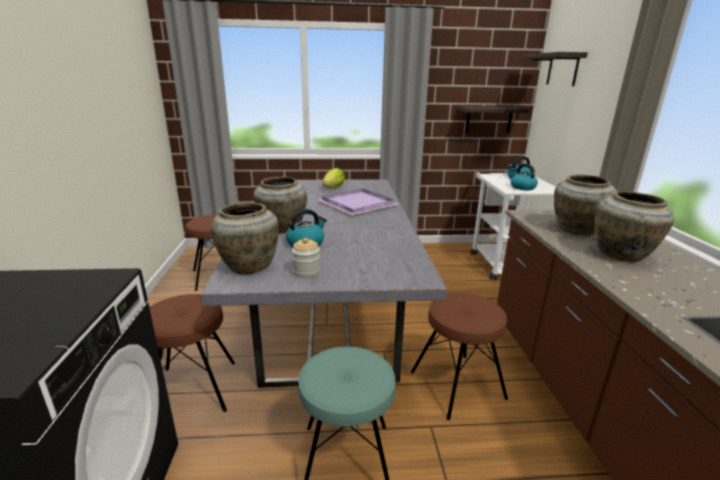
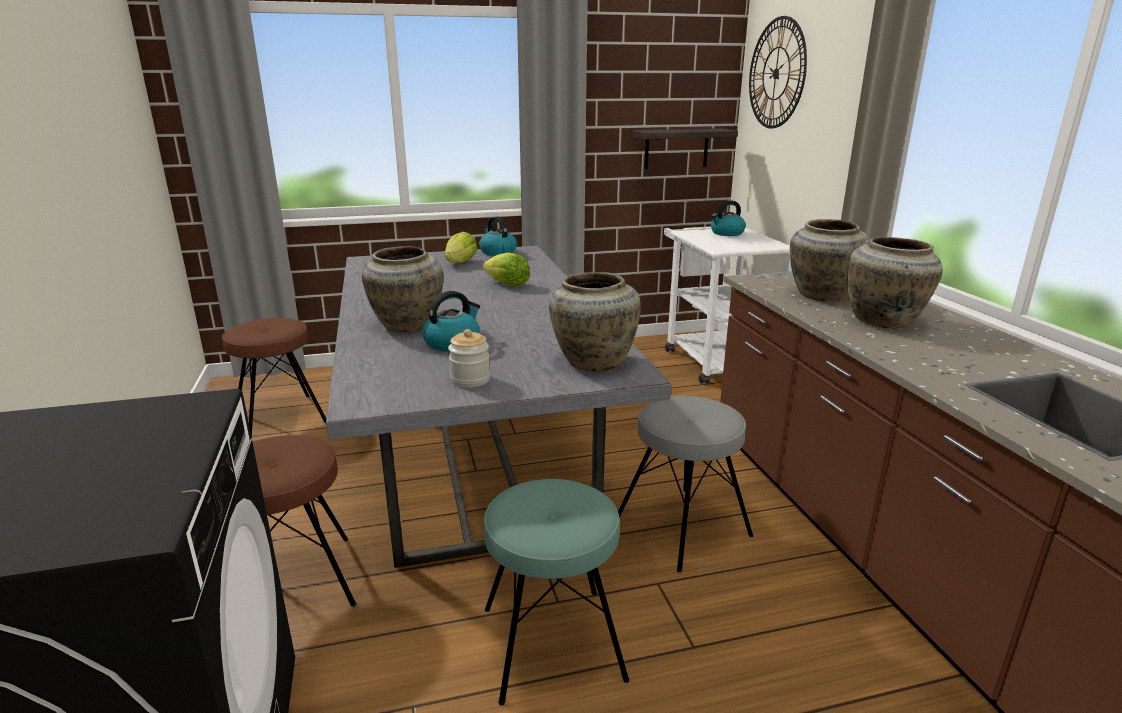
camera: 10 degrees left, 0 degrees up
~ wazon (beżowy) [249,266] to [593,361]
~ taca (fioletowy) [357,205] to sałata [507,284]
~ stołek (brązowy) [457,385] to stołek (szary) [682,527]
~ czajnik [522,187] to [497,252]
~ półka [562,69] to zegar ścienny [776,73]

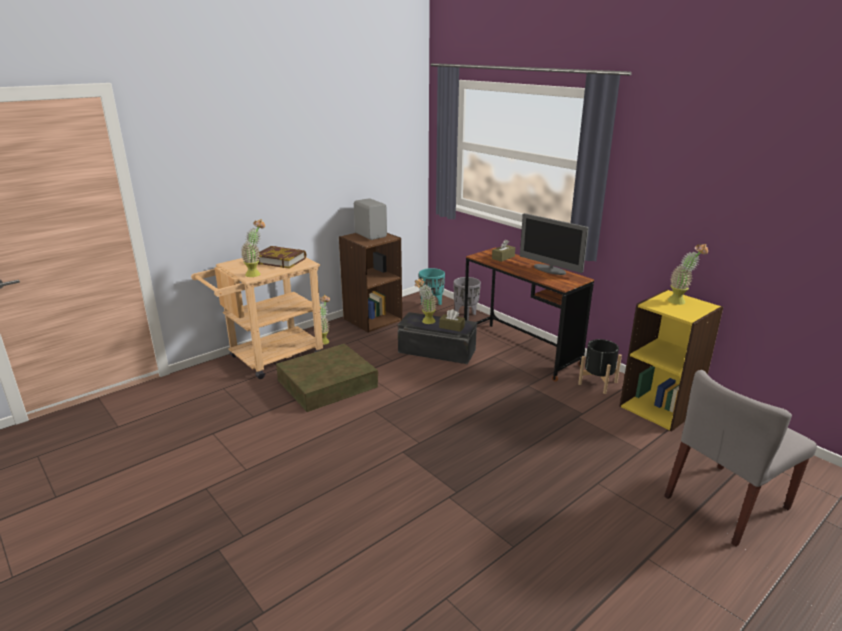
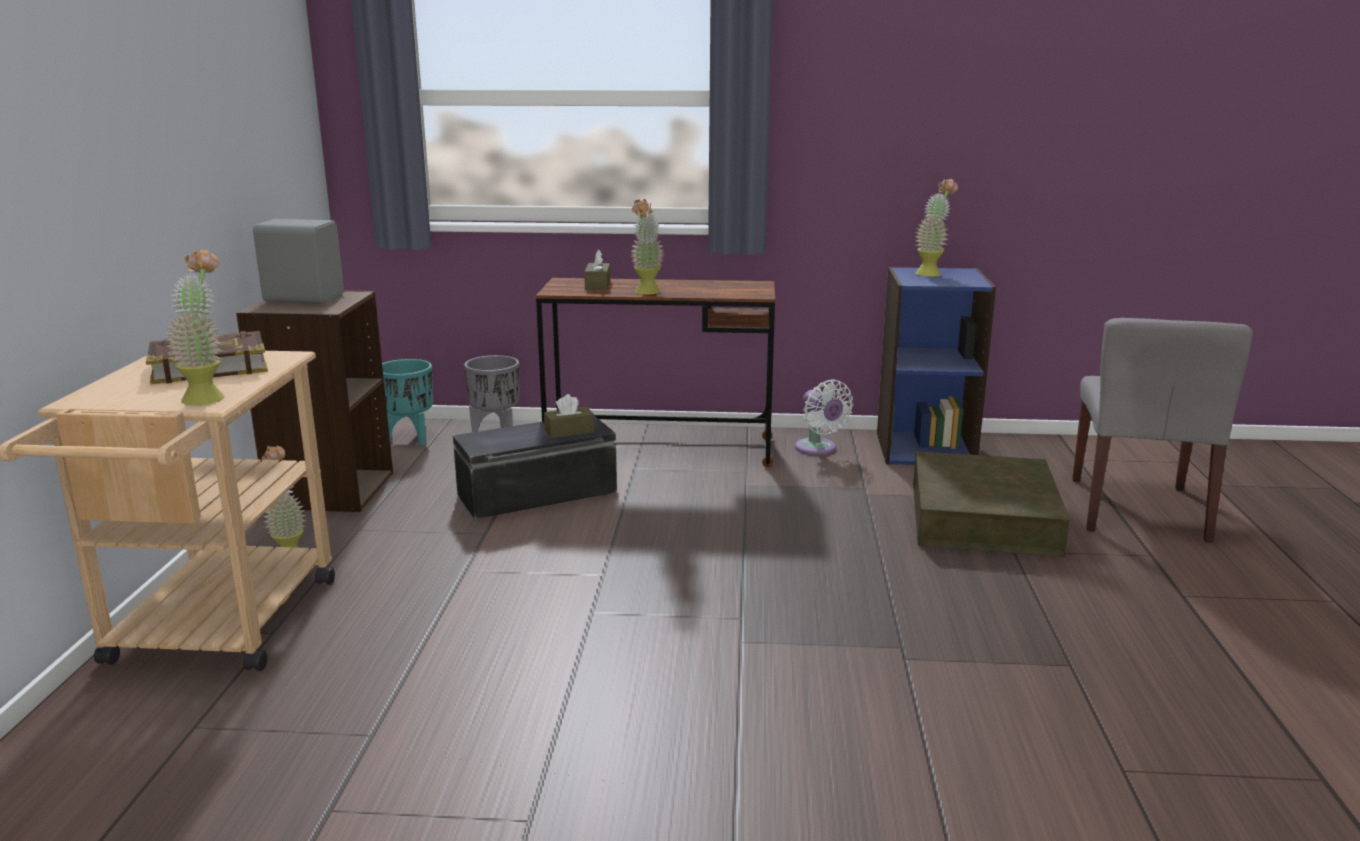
camera: 45 degrees left, 5 degrees down
~ pojemnik do przechowywania (brązowy) [327,383] to [982,517]
~ roślina doniczkowa [425,322] to [646,293]
- monitor [550,270]
~ donica (czarny) [597,383] to wentylator (biały) [818,449]
~ regał (żółty) [659,408] to regał (niebieski) [925,449]

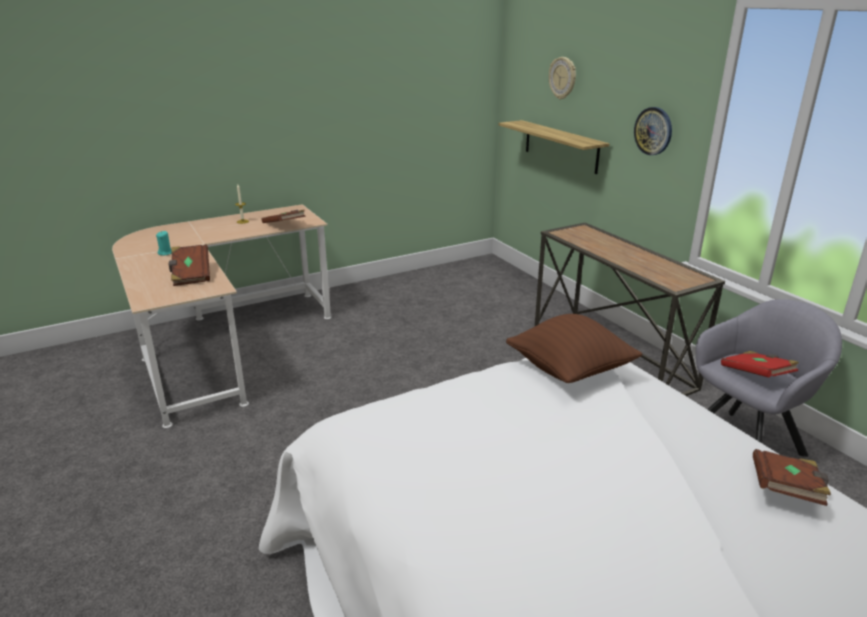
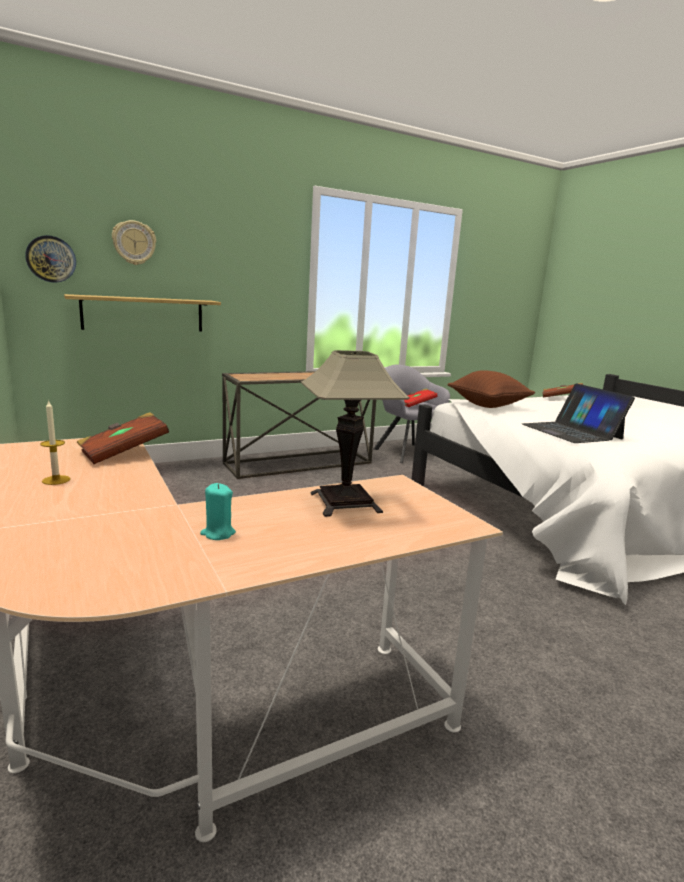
camera: 90 degrees left, 10 degrees down
~ książka (brązowy) [191,275] to lampa stołowa [345,502]
~ zegar ścienny [653,131] to [51,259]
+ laptop [571,431]

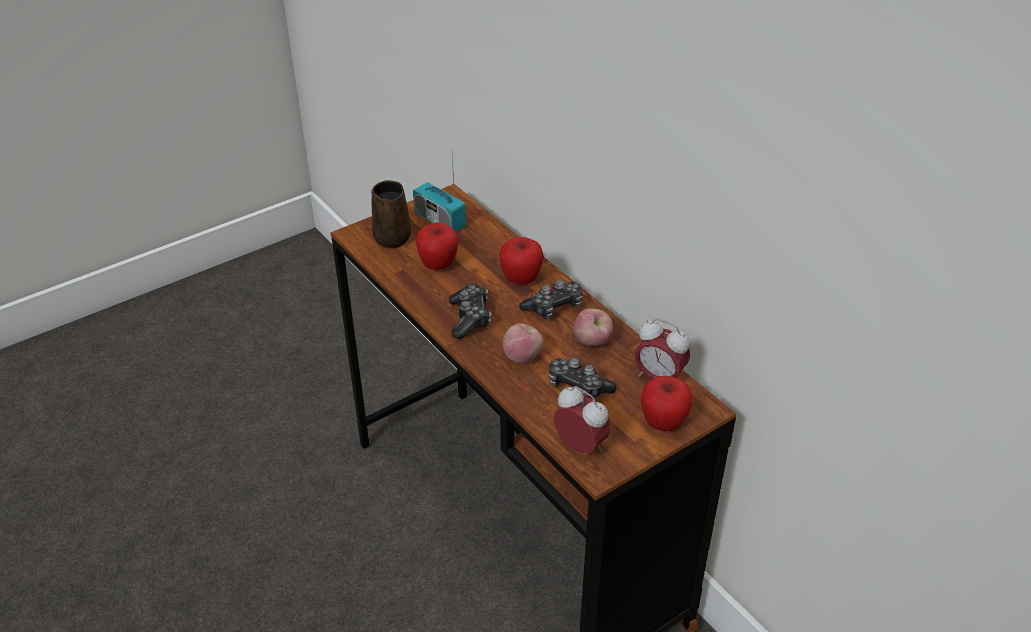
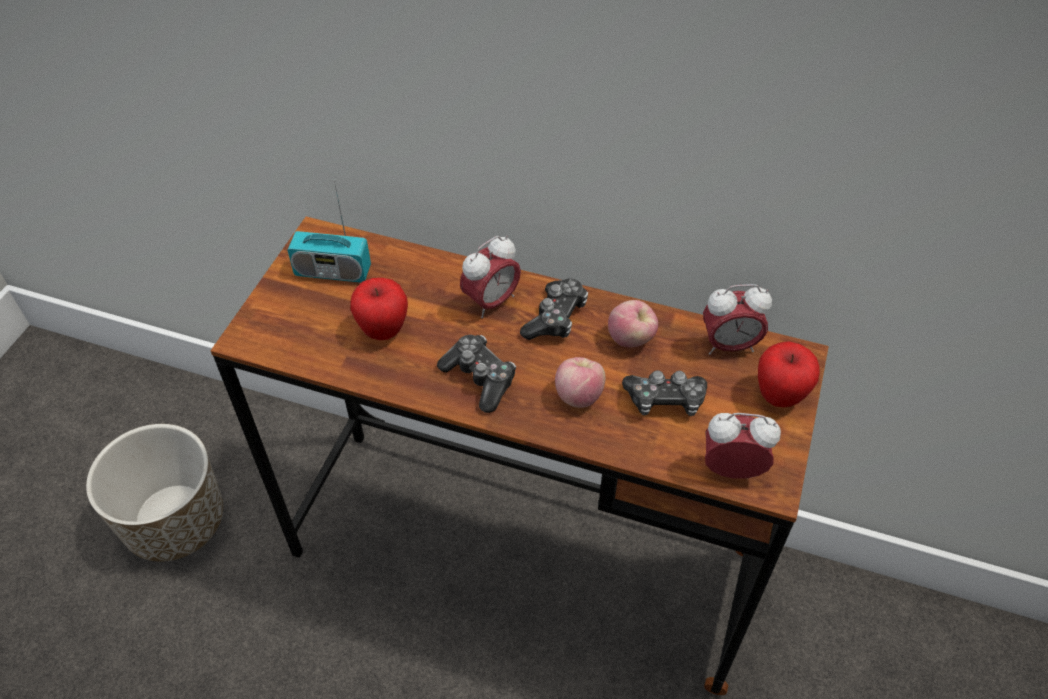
camera: 35 degrees left, 10 degrees up
- kubek (brązowy) [392,237]
~ jabłko [521,280] to budzik [491,302]
+ donica [175,521]

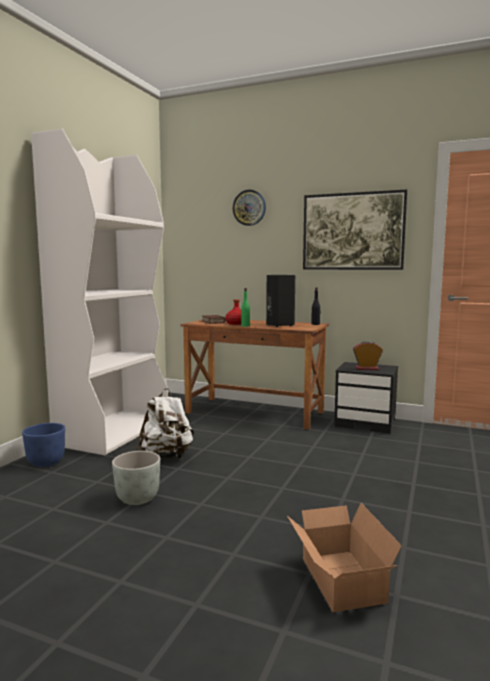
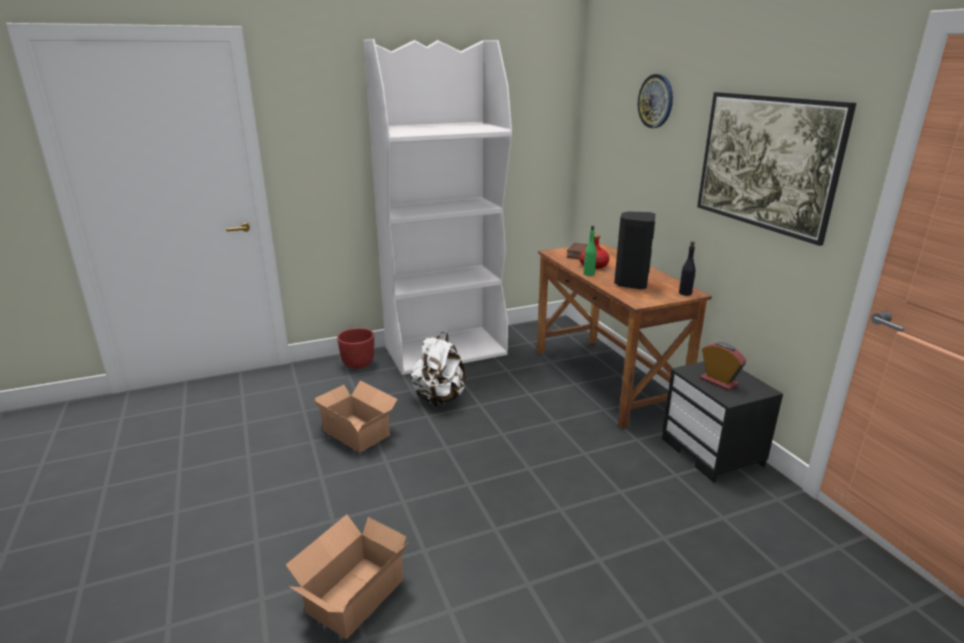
camera: 45 degrees right, 15 degrees up
~ donica (niebieski) [46,462] to donica (czerwony) [358,364]
~ donica (szary) [137,499] to karton [357,431]

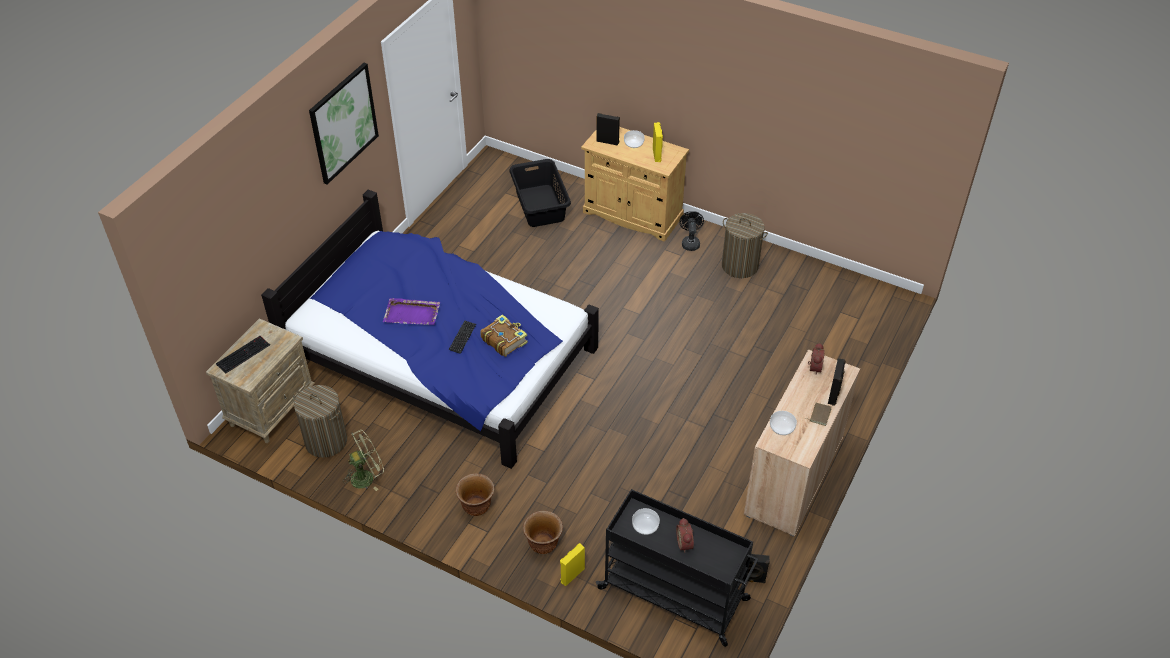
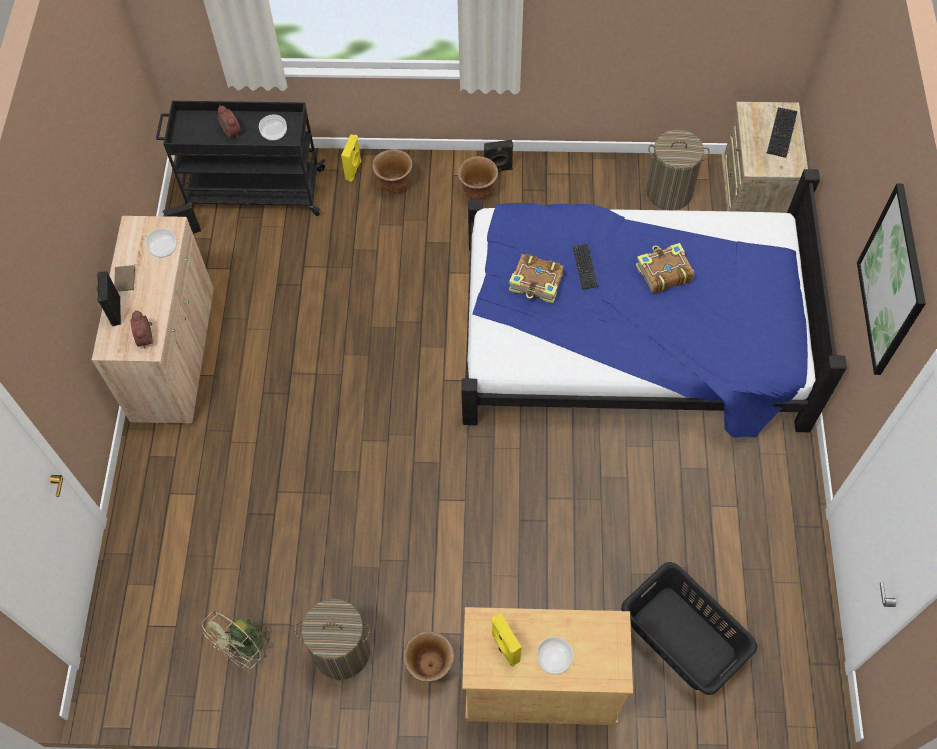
camera: 155 degrees right, 15 degrees up
~ wentylator (zielony) [367,476] to [245,648]
~ taca (fioletowy) [412,313] to książka [663,273]
~ głośnik (czarny) [607,141] to [498,169]
~ wentylator (czarny) [690,242] to donica (brązowy) [430,666]

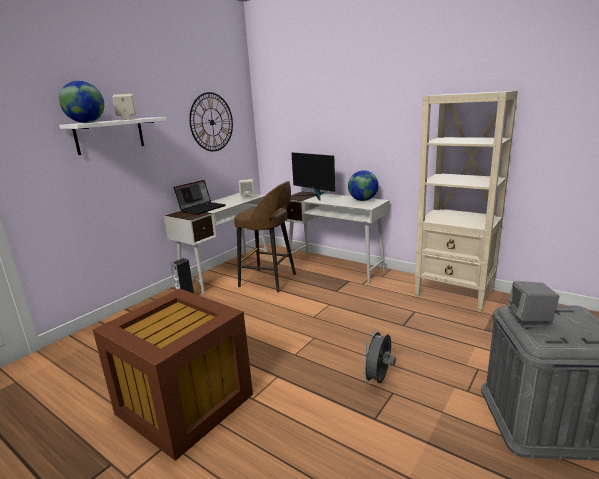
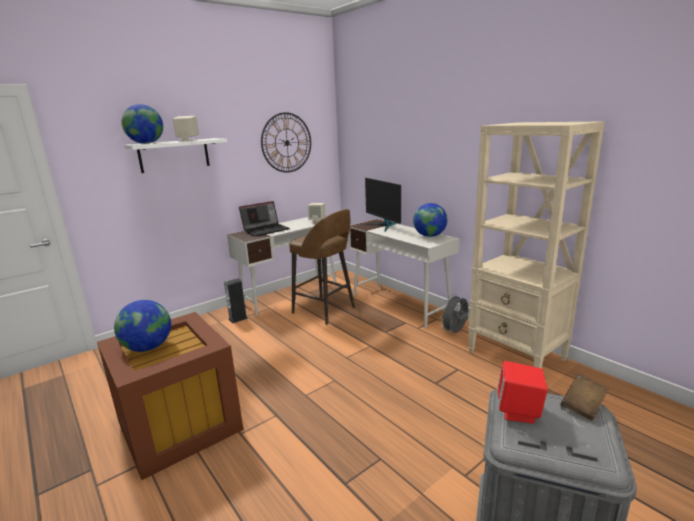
camera: 15 degrees right, 0 degrees up
~ wentylator (szary) [378,380] to [455,332]
~ głośnik (szary) [529,321] to głośnik (czerwony) [519,412]
+ globus [148,348]
+ książka (brązowy) [583,406]

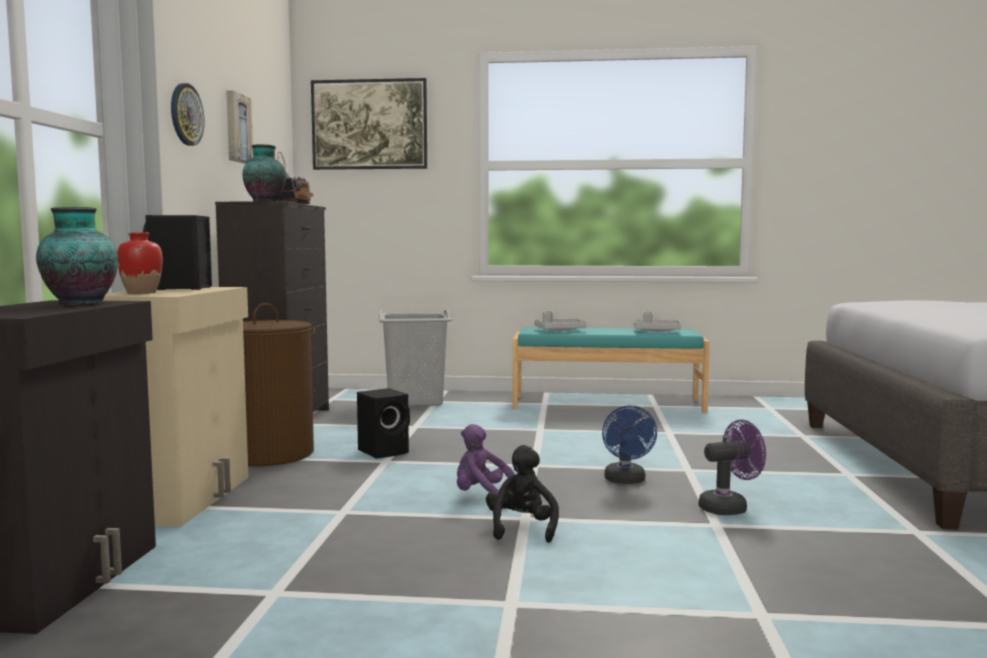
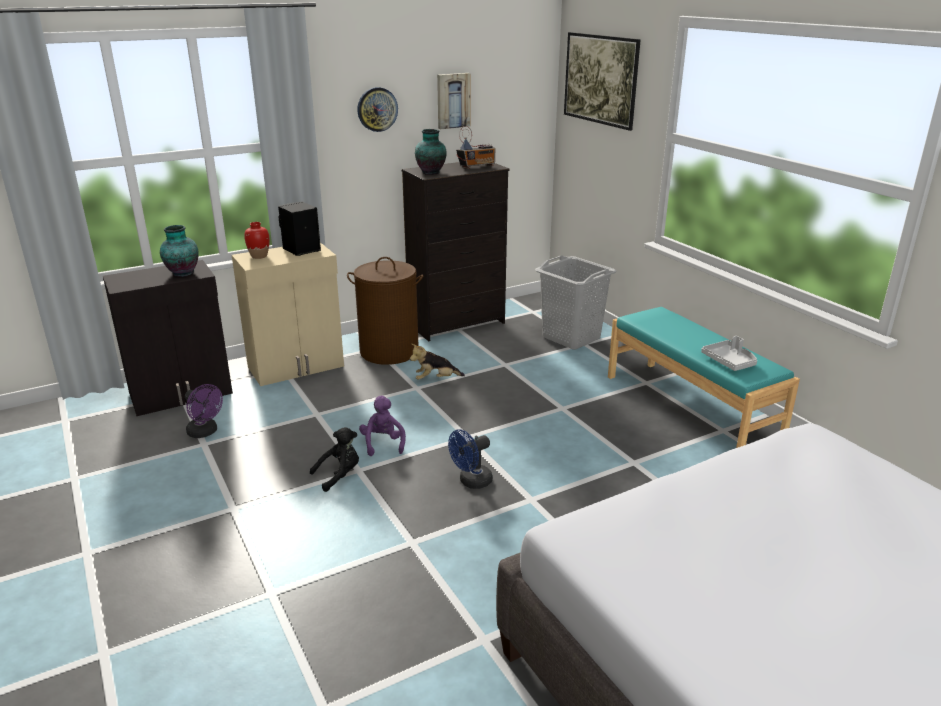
camera: 55 degrees right, 20 degrees up
~ głośnik (czarny) [385,451] to pluszak [435,379]
- taca (szary) [559,330]
~ wentylator (fioletowy) [729,507] to [205,432]

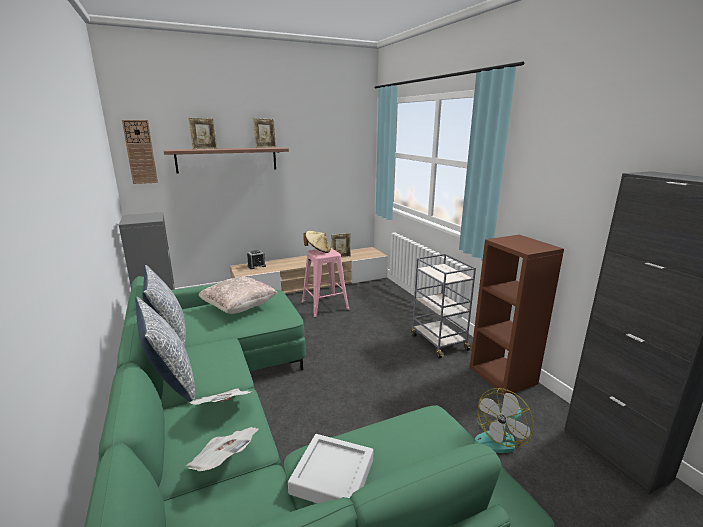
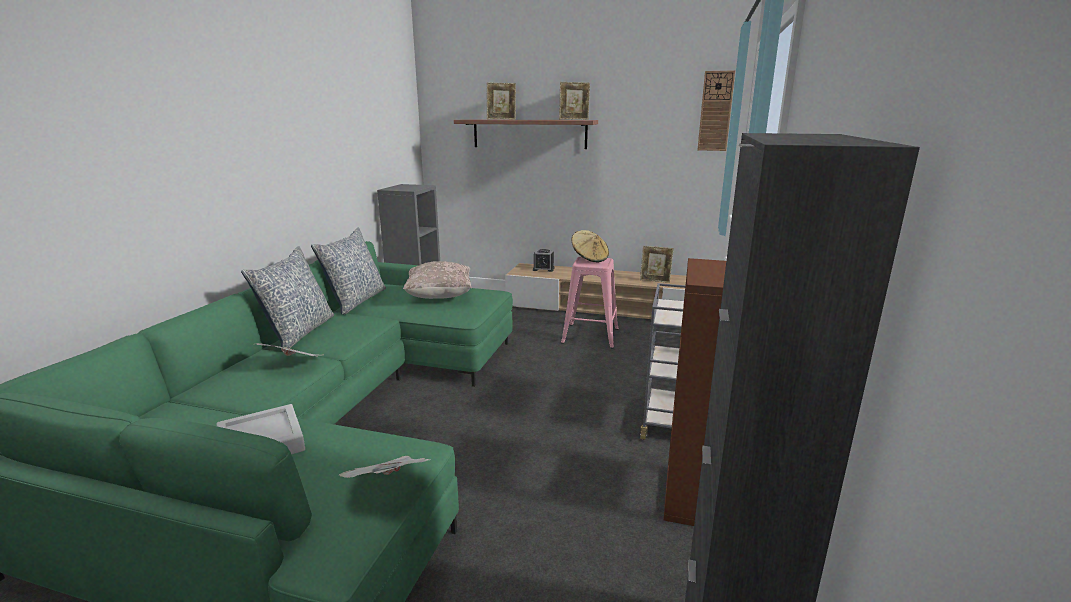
camera: 40 degrees right, 0 degrees up
~ zegar ścienny [140,152] to [715,111]
~ gazeta [224,462] to [390,485]
- wentylator [500,438]

